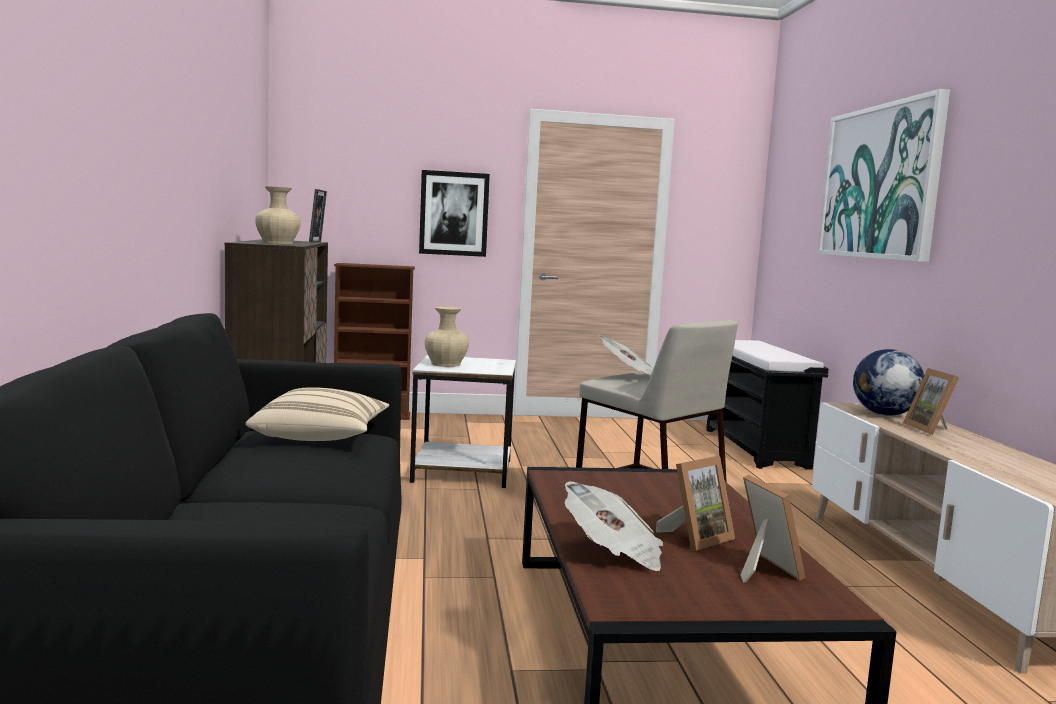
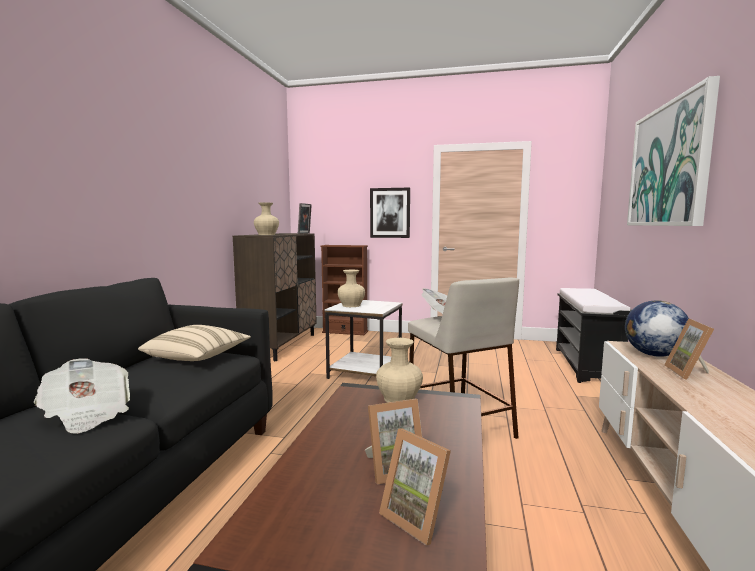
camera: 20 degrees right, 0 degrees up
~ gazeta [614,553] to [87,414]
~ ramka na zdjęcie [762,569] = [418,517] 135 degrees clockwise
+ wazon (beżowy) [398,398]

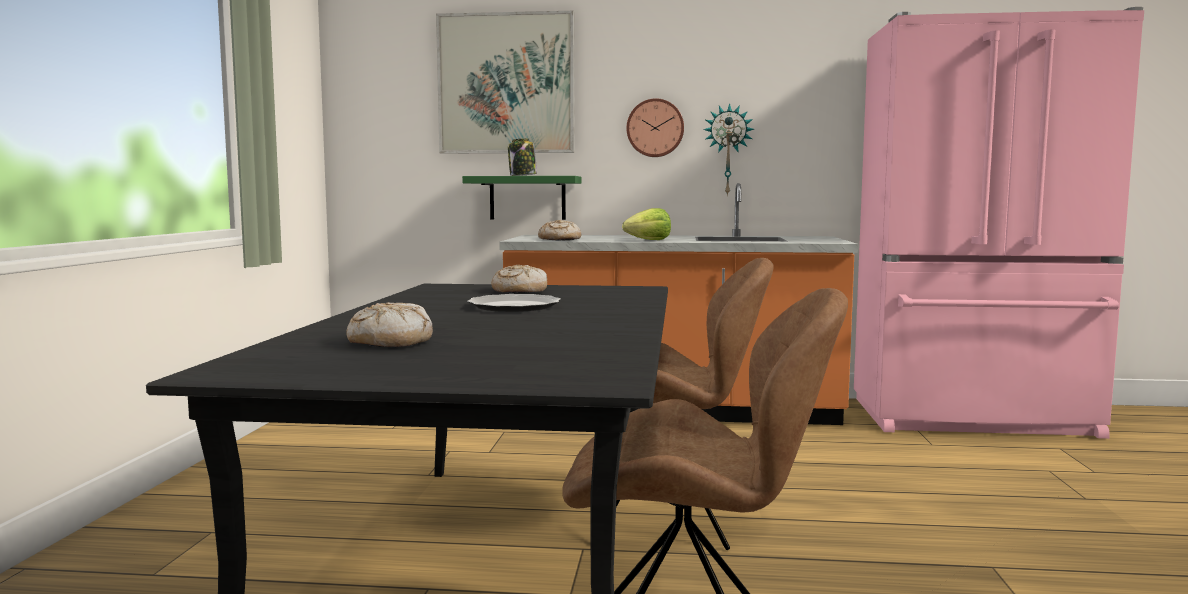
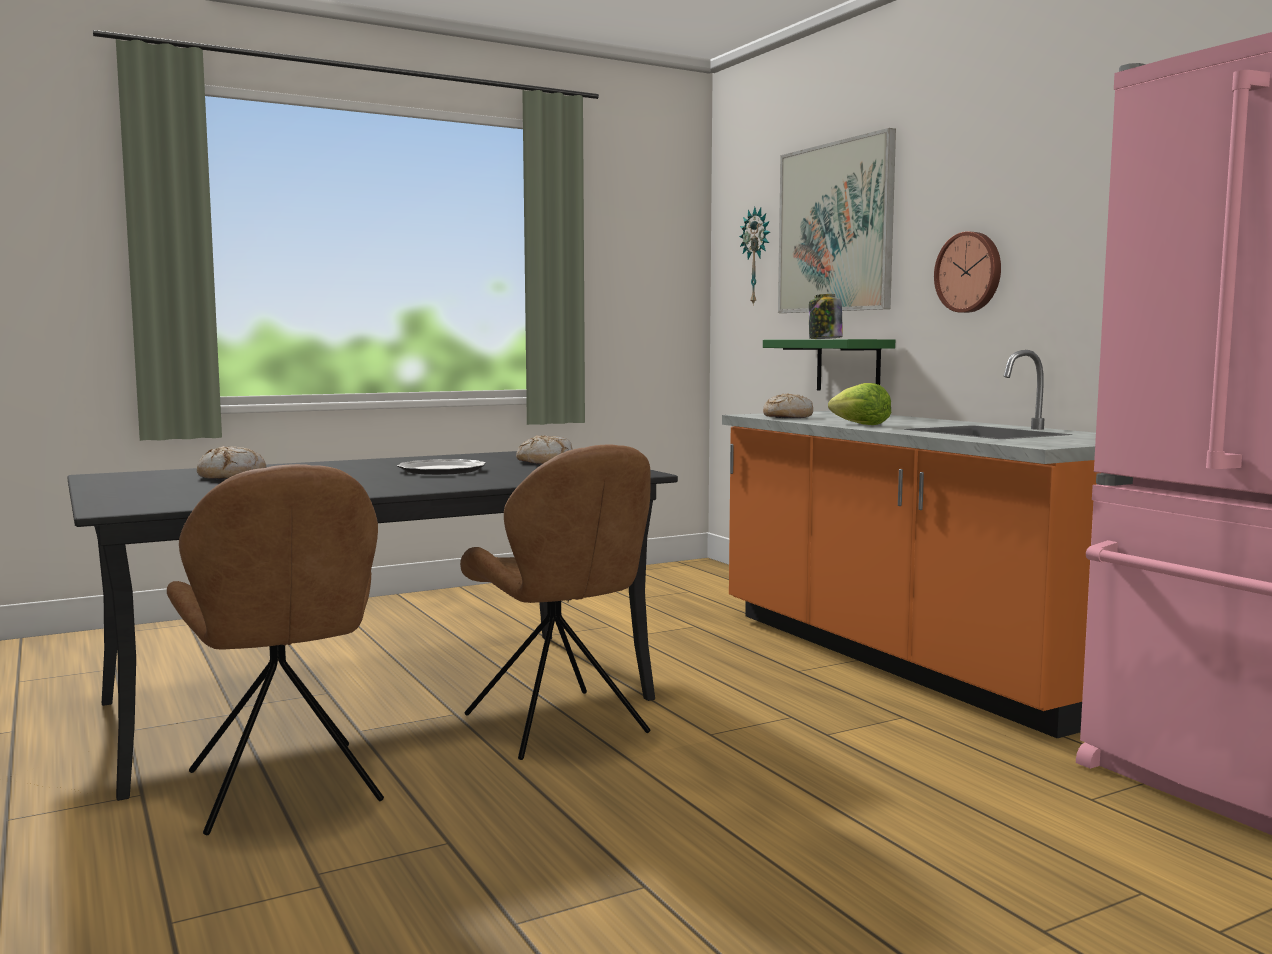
camera: 55 degrees right, 0 degrees up
~ zegar ścienny [728,150] to [757,256]

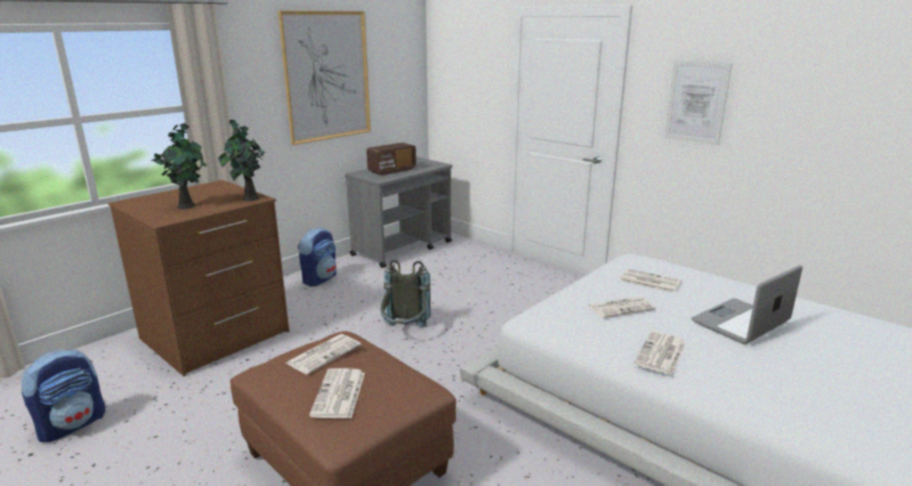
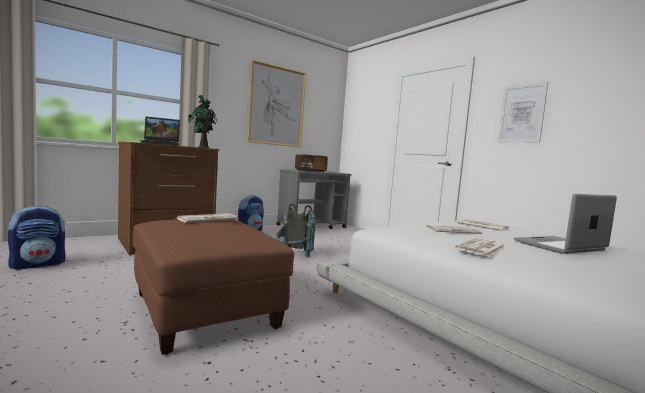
camera: 10 degrees right, 15 degrees down
~ roślina doniczkowa [187,205] to laptop [162,144]
- gazeta [339,394]

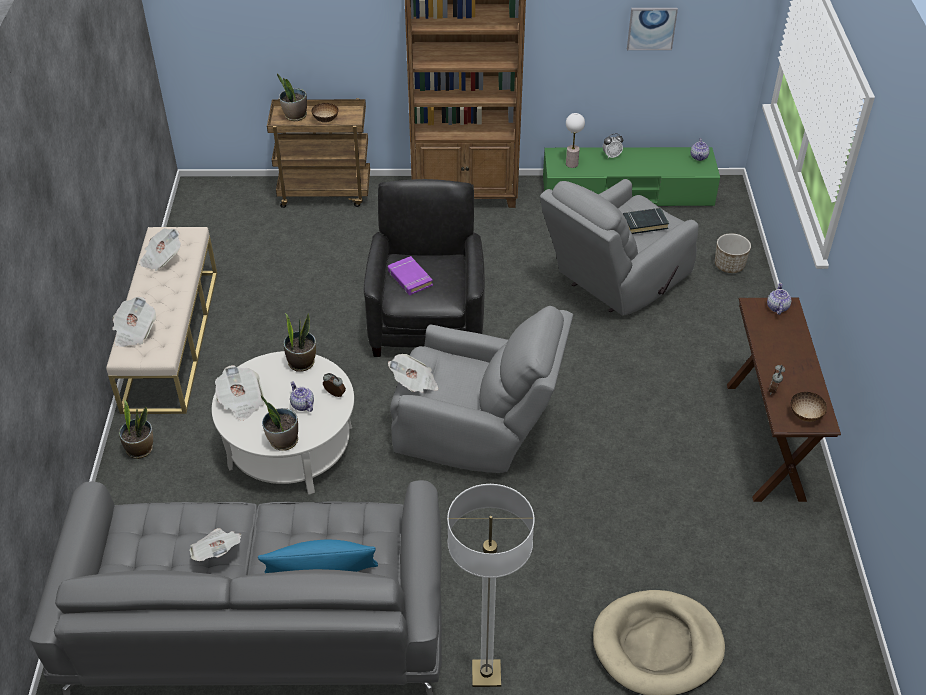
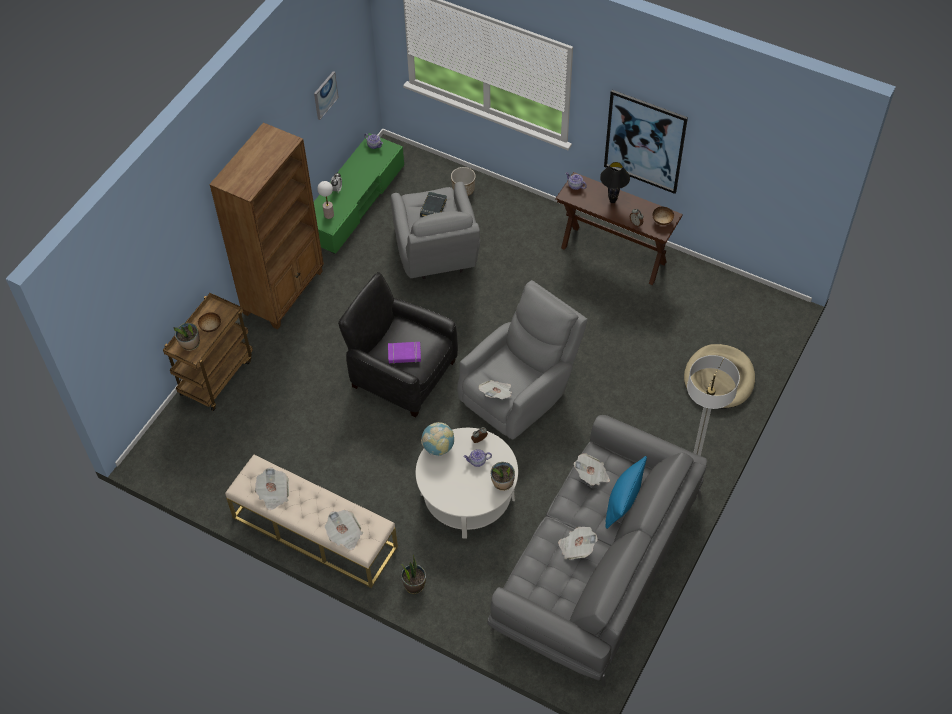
camera: 60 degrees left, 10 degrees up
~ gazeta [241,402] to [591,475]
~ roślina doniczkowa [302,362] to globus [438,447]
+ lampa stołowa (czarny) [612,201]
+ obraz [644,141]

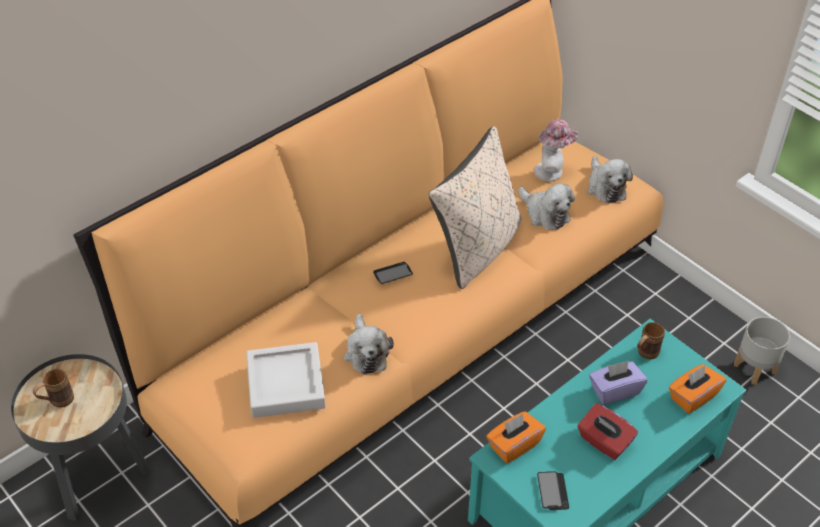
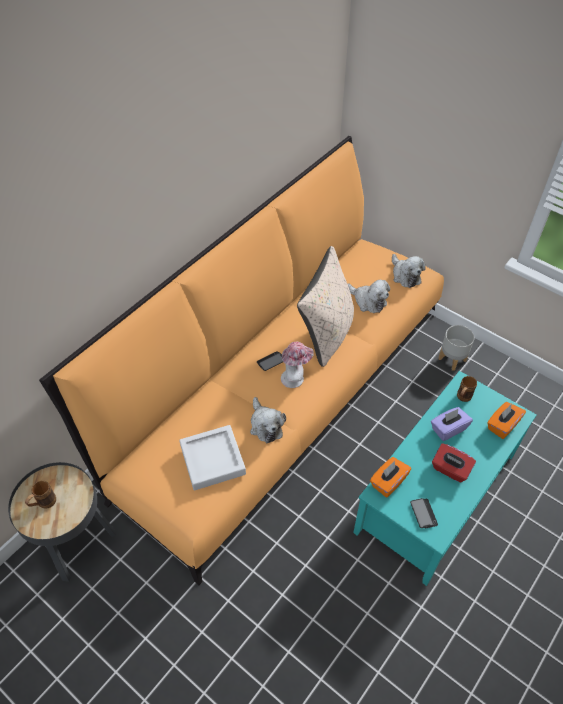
camera: 10 degrees left, 5 degrees up
~ kapelusz [552,171] to [295,378]
~ donica (szary) [754,369] to [451,359]

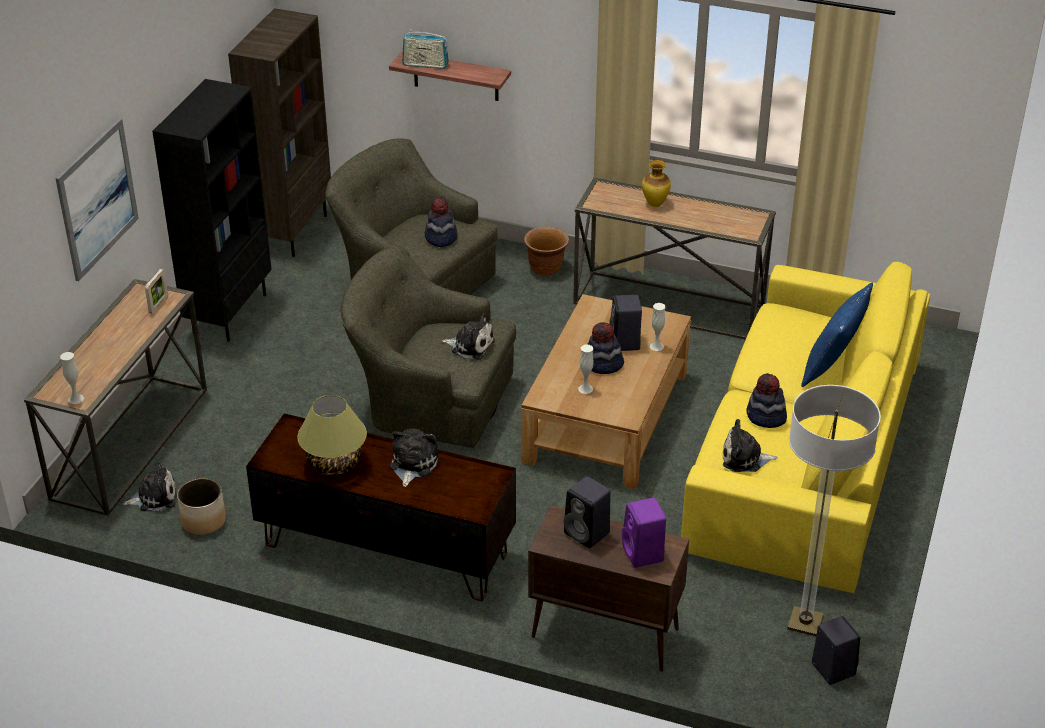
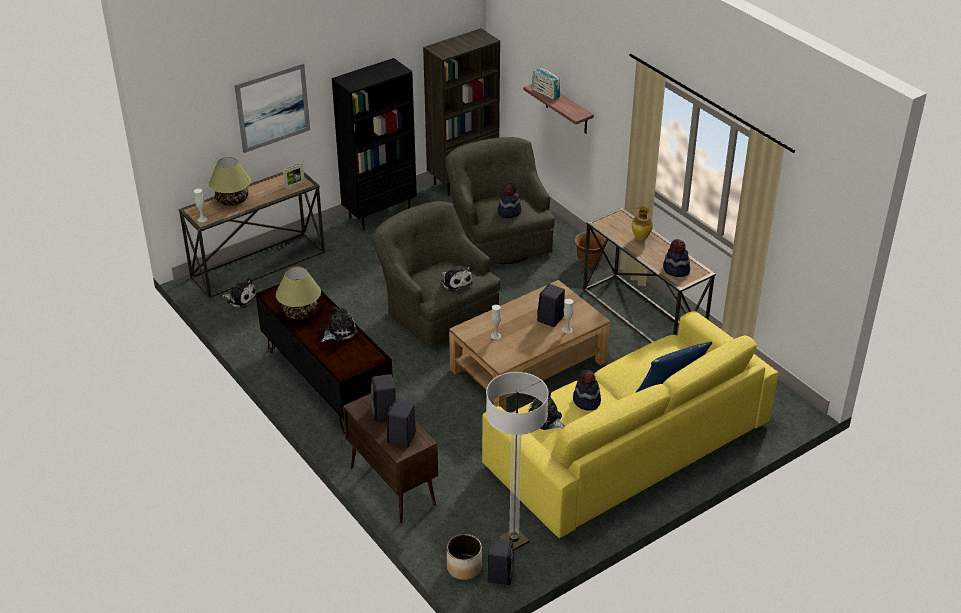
camera: 35 degrees right, 0 degrees up
~ donica [203,521] to [463,567]
~ kapelusz [603,364] to [676,270]
~ głośnik (fioletowy) [643,554] to głośnik (czarny) [401,439]
+ lampa stołowa [232,200]

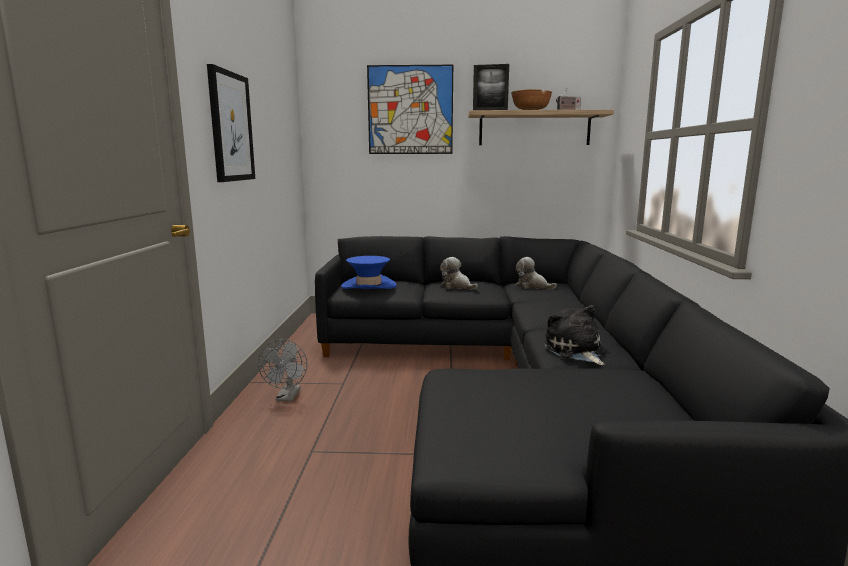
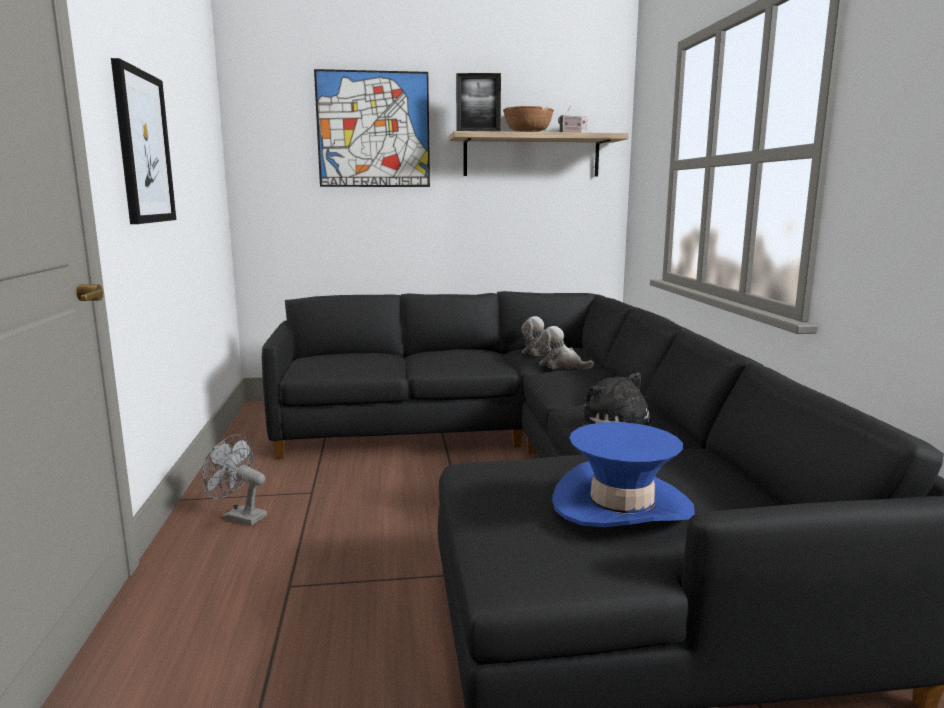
camera: 10 degrees left, 0 degrees up
~ wentylator (szary) [287,397] = [238,517] 120 degrees clockwise
~ kapelusz (niebieski) [368,286] to [621,504]
~ pluszak [457,286] to [561,365]

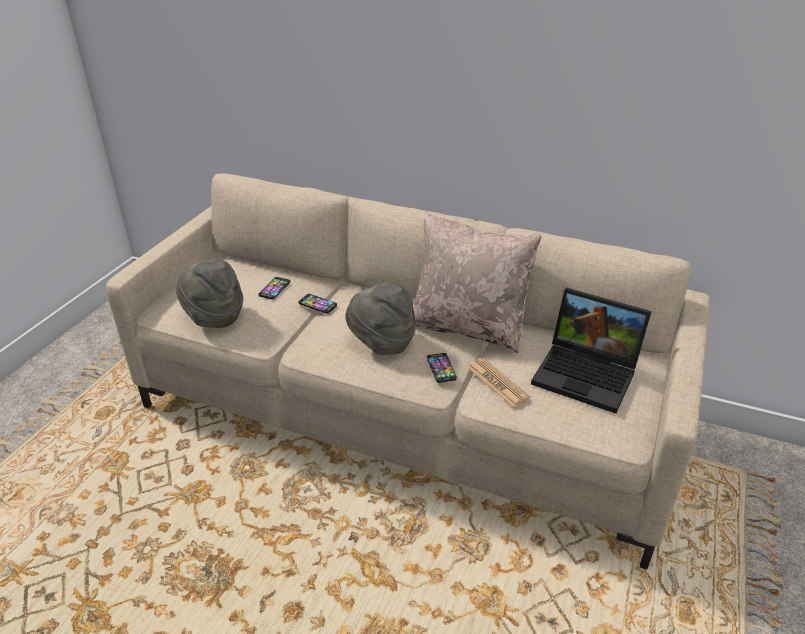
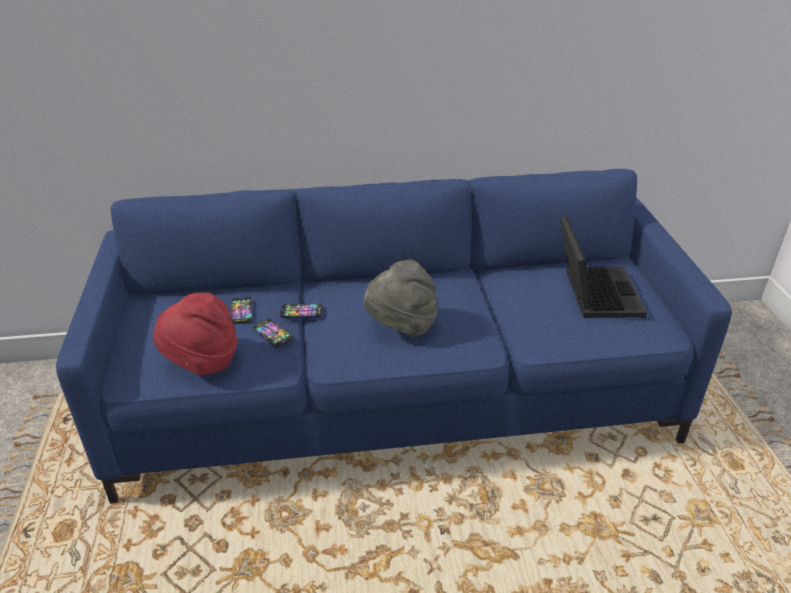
camera: 30 degrees left, 0 degrees up
~ kanapa (beżowy) [402,415] to kanapa (niebieski) [395,399]
~ kapelusz (szary) [214,316] to kapelusz (czerwony) [202,361]
- poduszka (beżowy) [469,327]
~ telefon [441,368] to [273,334]
- gazeta [497,382]
~ laptop [588,374] = [593,292] 90 degrees counterclockwise

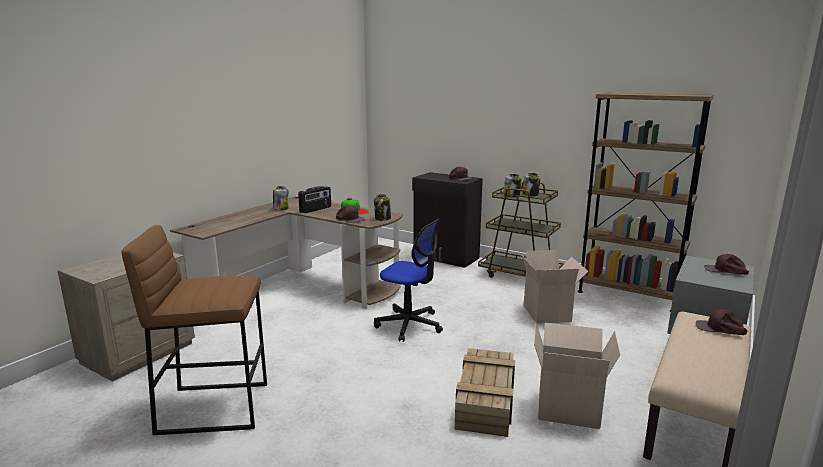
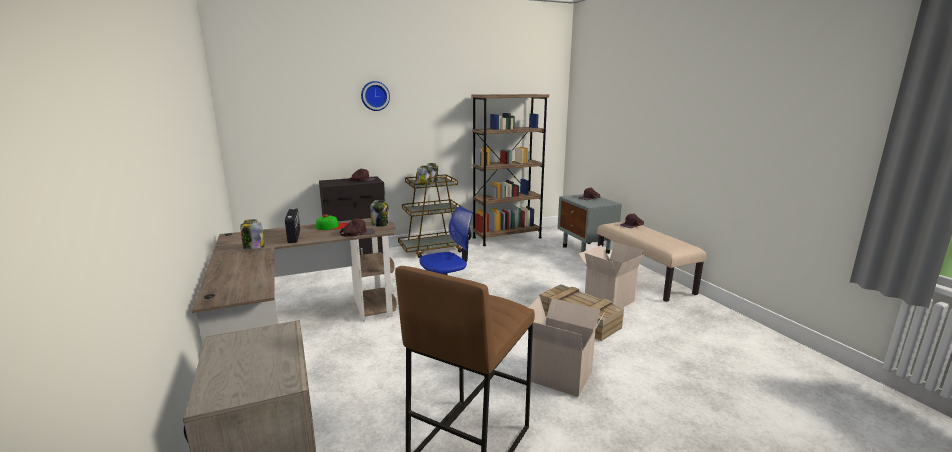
camera: 55 degrees left, 0 degrees up
~ karton [548,313] to [561,376]
+ zegar ścienny [375,96]

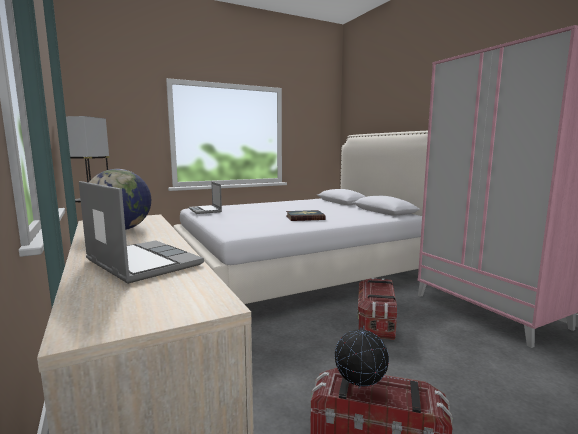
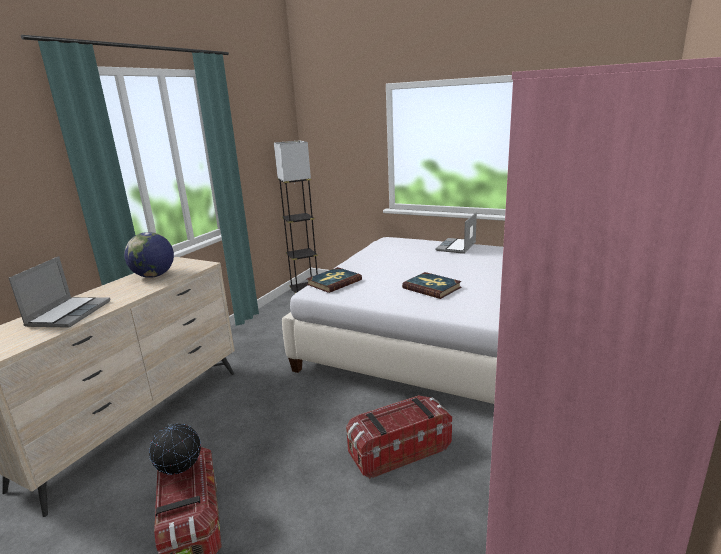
camera: 55 degrees right, 10 degrees up
~ laptop [206,210] to [456,247]
+ książka [334,282]

